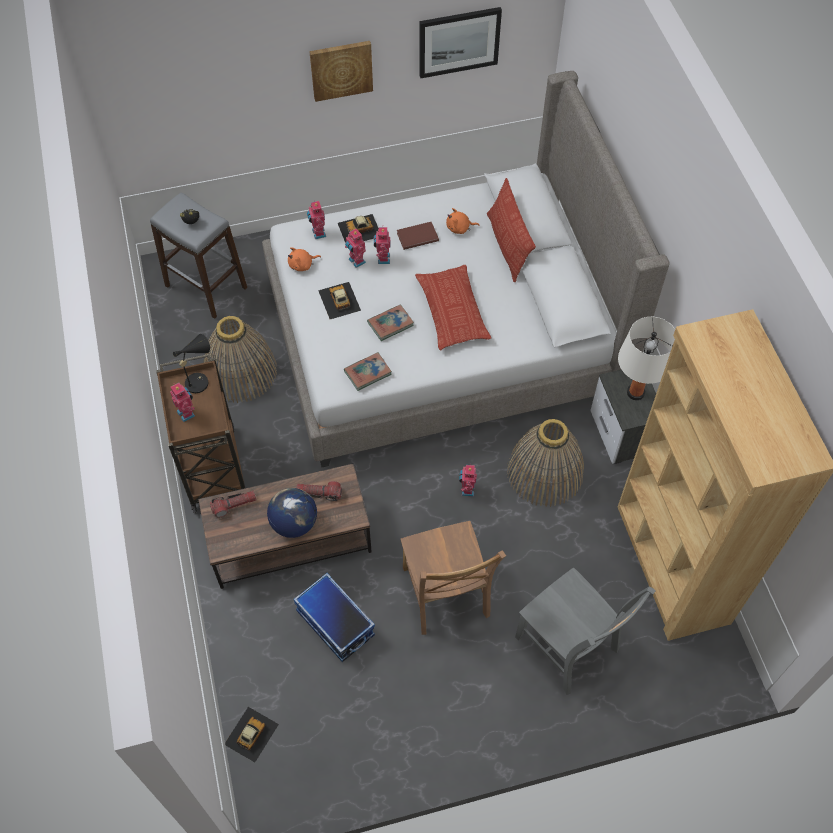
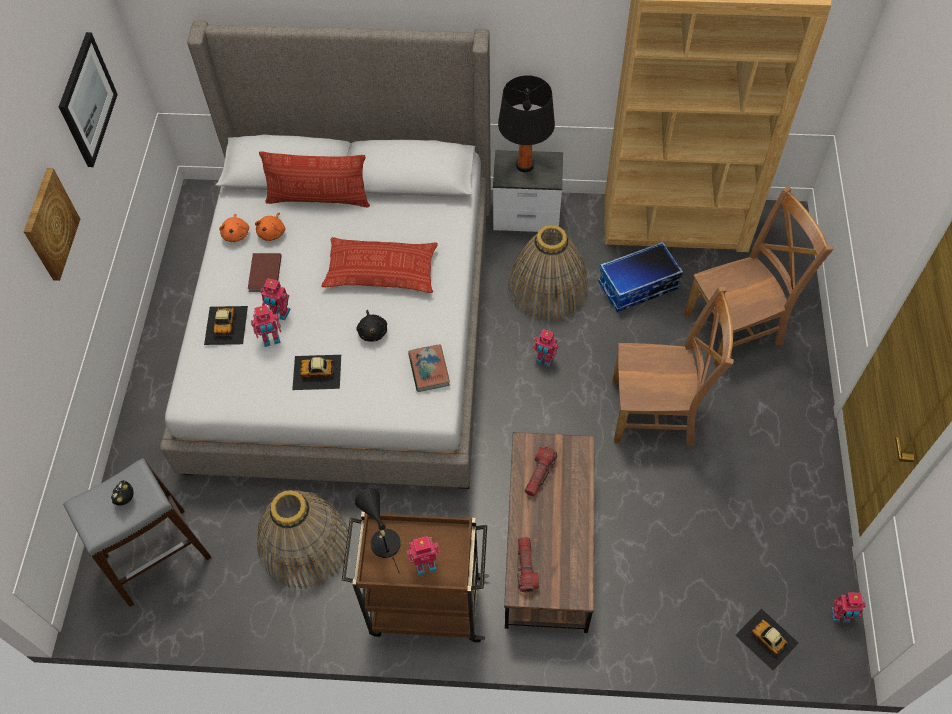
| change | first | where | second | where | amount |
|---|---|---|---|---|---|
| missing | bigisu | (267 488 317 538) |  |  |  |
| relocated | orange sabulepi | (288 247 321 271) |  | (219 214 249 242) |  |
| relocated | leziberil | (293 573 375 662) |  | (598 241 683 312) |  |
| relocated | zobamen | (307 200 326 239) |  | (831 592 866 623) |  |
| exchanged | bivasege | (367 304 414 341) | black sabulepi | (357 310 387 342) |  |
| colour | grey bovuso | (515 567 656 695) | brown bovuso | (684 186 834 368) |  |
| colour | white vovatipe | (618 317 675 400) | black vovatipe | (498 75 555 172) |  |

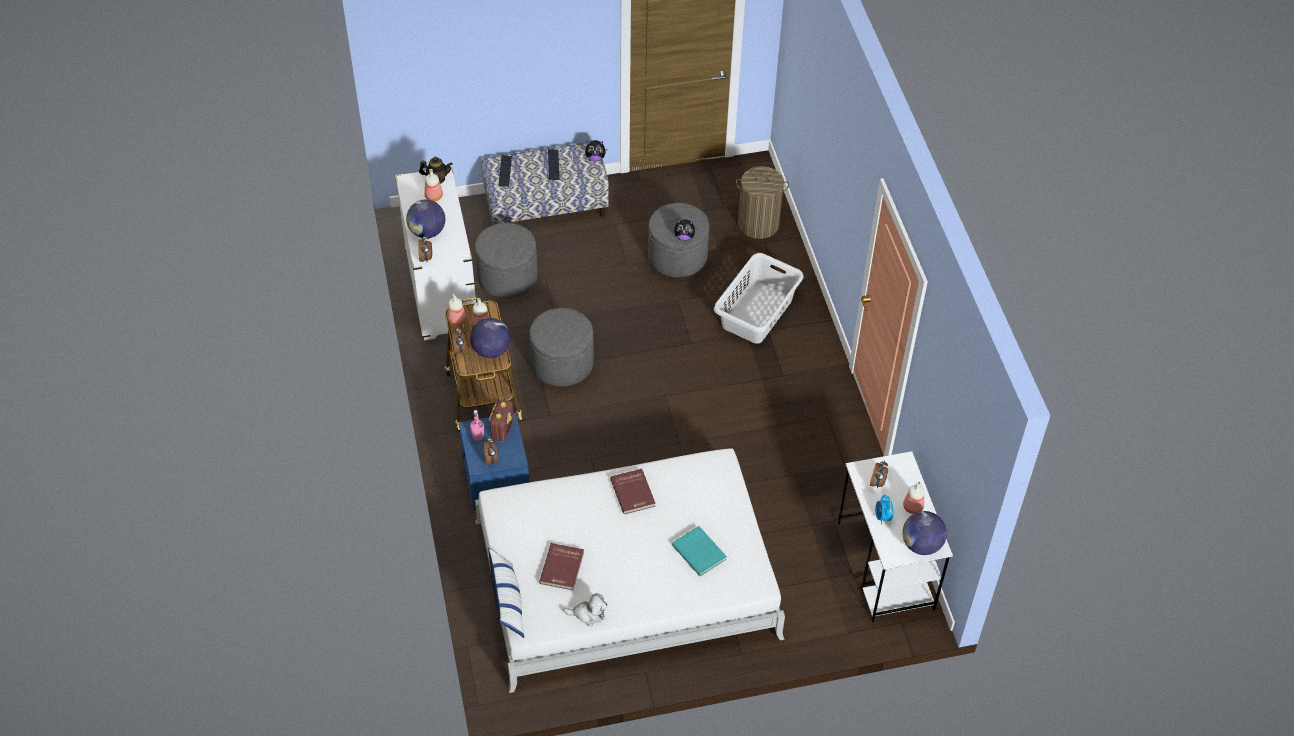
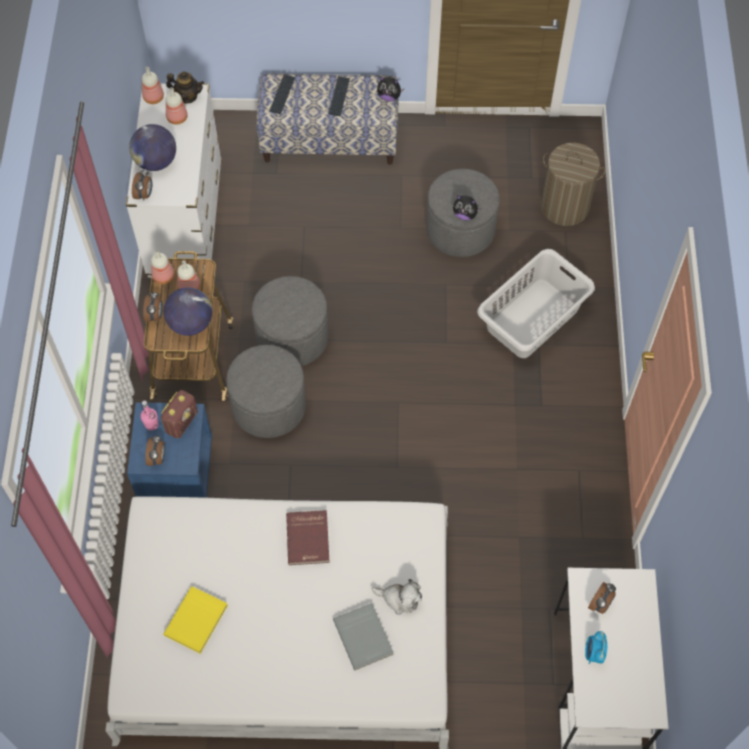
| change | first | where | second | where | amount |
|---|---|---|---|---|---|
| missing | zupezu | (488 548 524 638) |  |  |  |
| missing | bigisu | (902 511 947 555) |  |  |  |
| relocated | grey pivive | (475 223 538 298) |  | (226 345 306 438) |  |
| relocated | sabulepi | (563 593 607 626) |  | (371 579 422 615) |  |
| relocated | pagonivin | (903 482 924 514) |  | (142 67 164 104) |  |
| colour | red bivasege | (539 543 584 590) | yellow bivasege | (163 586 228 654) |  |
| colour | turquoise bivasege | (672 526 727 576) | grey bivasege | (333 603 394 670) |  |

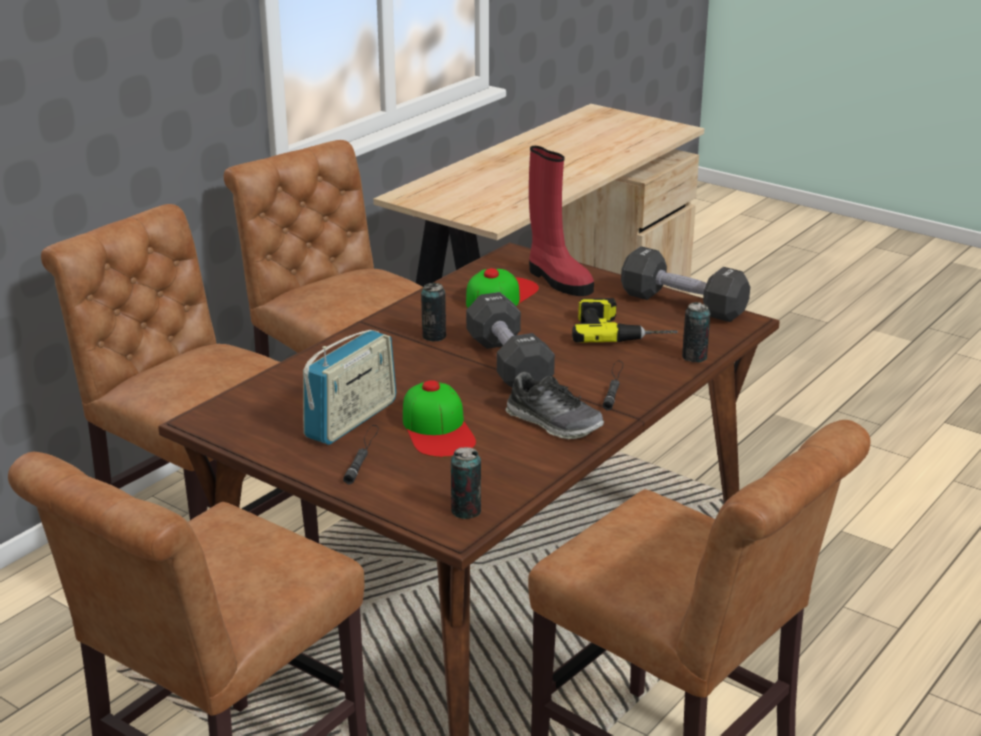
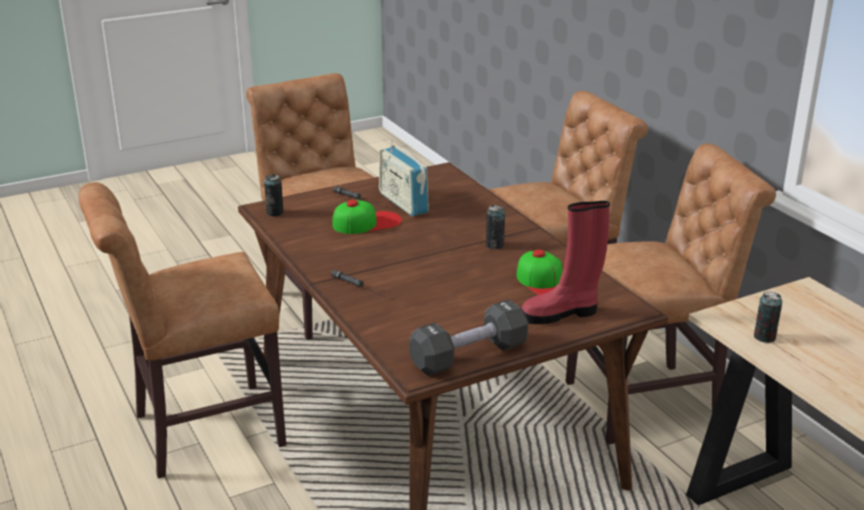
| change | first | where | second | where | amount |
|---|---|---|---|---|---|
| missing | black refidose | (466 292 555 388) |  |  |  |
| missing | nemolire | (506 372 605 439) |  |  |  |
| missing | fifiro | (572 298 678 343) |  |  |  |
| relocated | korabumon | (682 302 710 362) |  | (754 292 782 343) |  |
| spun | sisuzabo | (403 380 476 457) |  | (332 199 402 234) | 150 degrees clockwise |

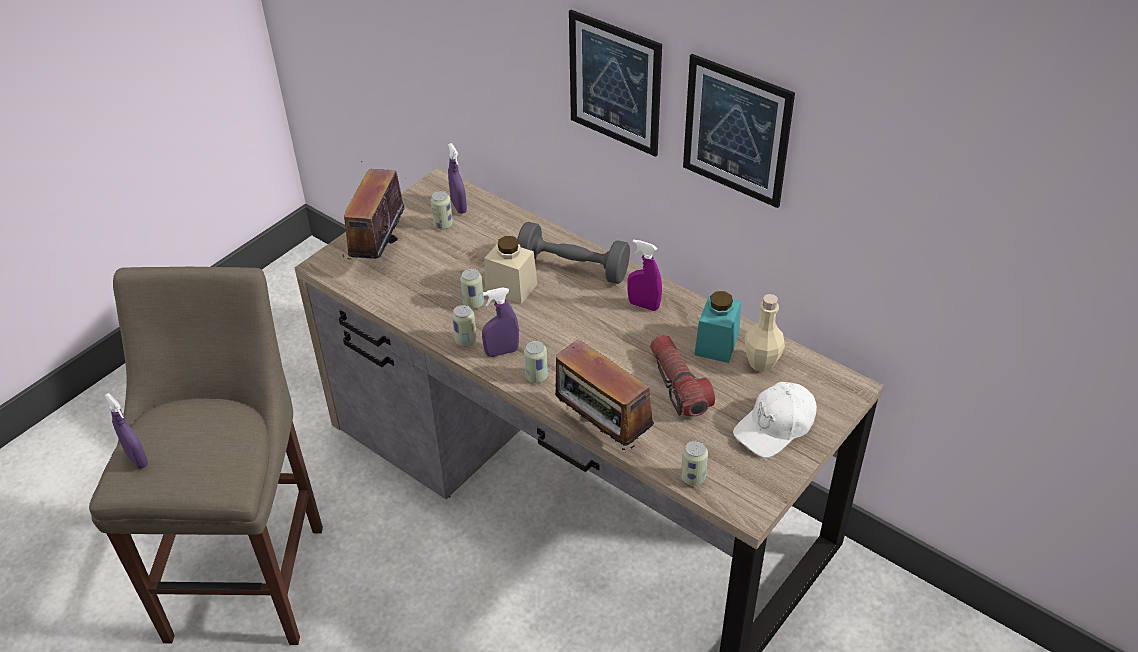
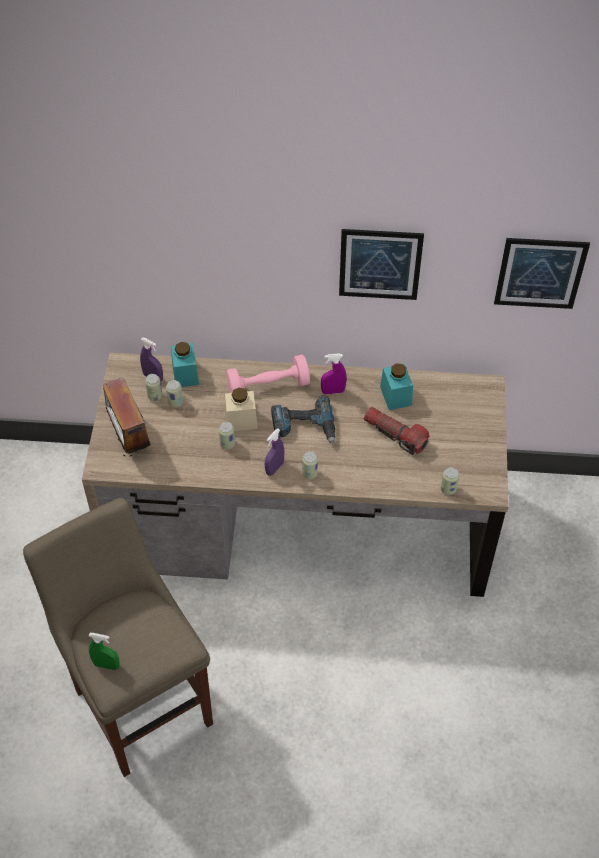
| change | first | where | second | where | amount |
|---|---|---|---|---|---|
| missing | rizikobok | (555 339 654 450) |  |  |  |
| missing | white sisuzabo | (733 382 817 458) |  |  |  |
| missing | beige pagonivin | (744 294 785 372) |  |  |  |
| appeared |  |  | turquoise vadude | (171 342 199 387) |  |
| appeared |  |  | fifiro | (271 395 335 444) |  |
| relocated | korabumon | (452 305 477 346) |  | (166 380 183 407) |  |
| relocated | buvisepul | (569 10 662 157) |  | (494 238 590 309) |  |
| colour | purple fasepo | (104 393 148 468) | green fasepo | (89 633 120 670) |  |
| colour | grey refidose | (517 222 630 284) | pink refidose | (226 355 310 393) |  |

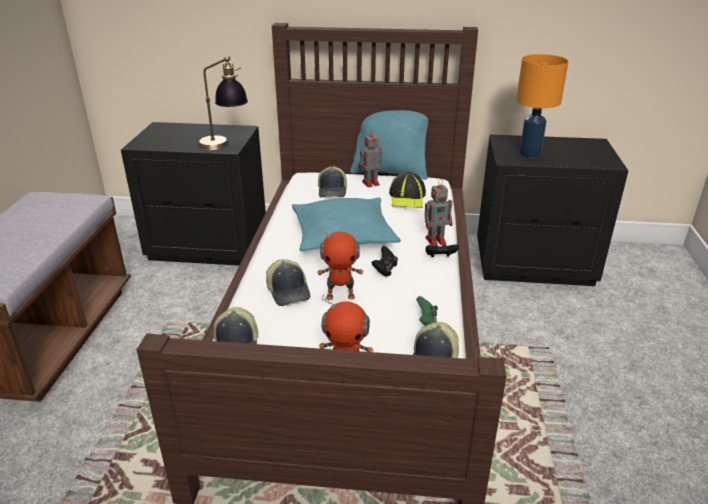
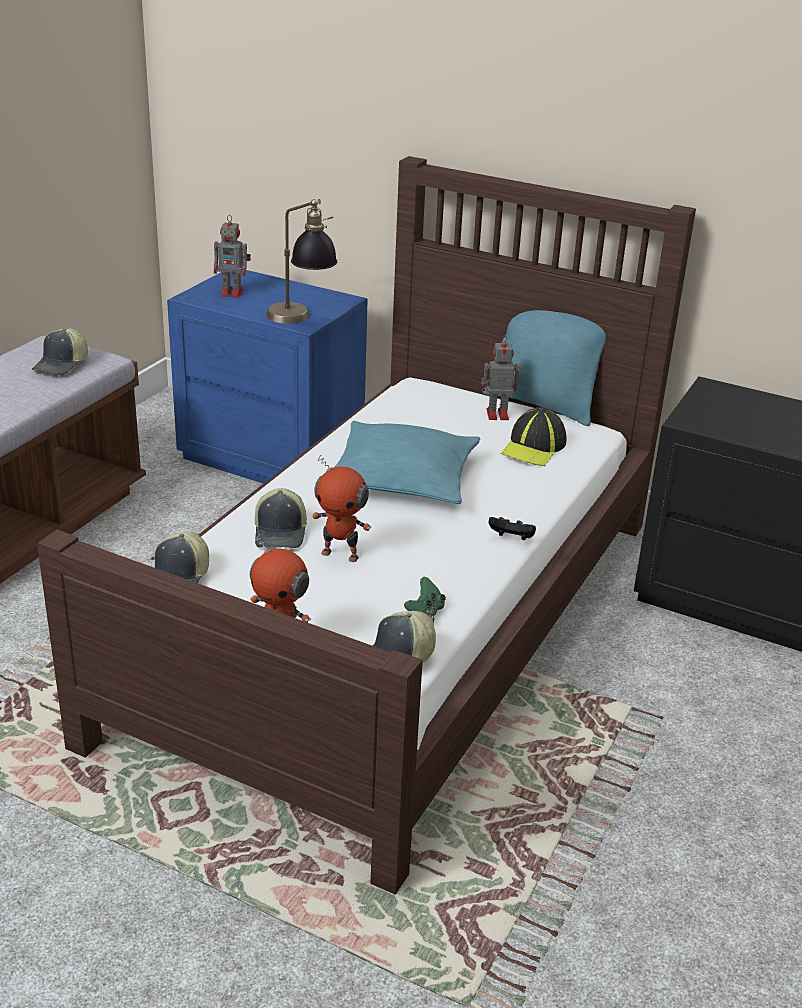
| change | first | where | second | where | amount |
|---|---|---|---|---|---|
| missing | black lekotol | (372 246 398 276) |  |  |  |
| missing | orange vovatipe | (516 54 569 157) |  |  |  |
| relocated | sisuzabo | (318 166 347 197) |  | (32 328 88 375) |  |
| relocated | zobamen | (425 179 453 246) |  | (214 215 251 298) |  |
| colour | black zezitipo | (121 122 266 266) | blue zezitipo | (167 270 368 484) |  |

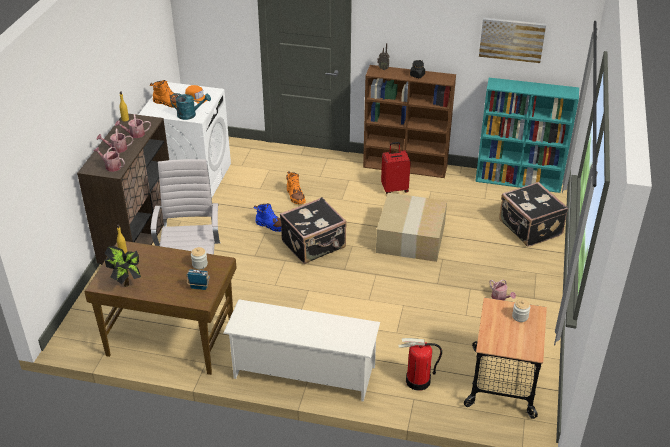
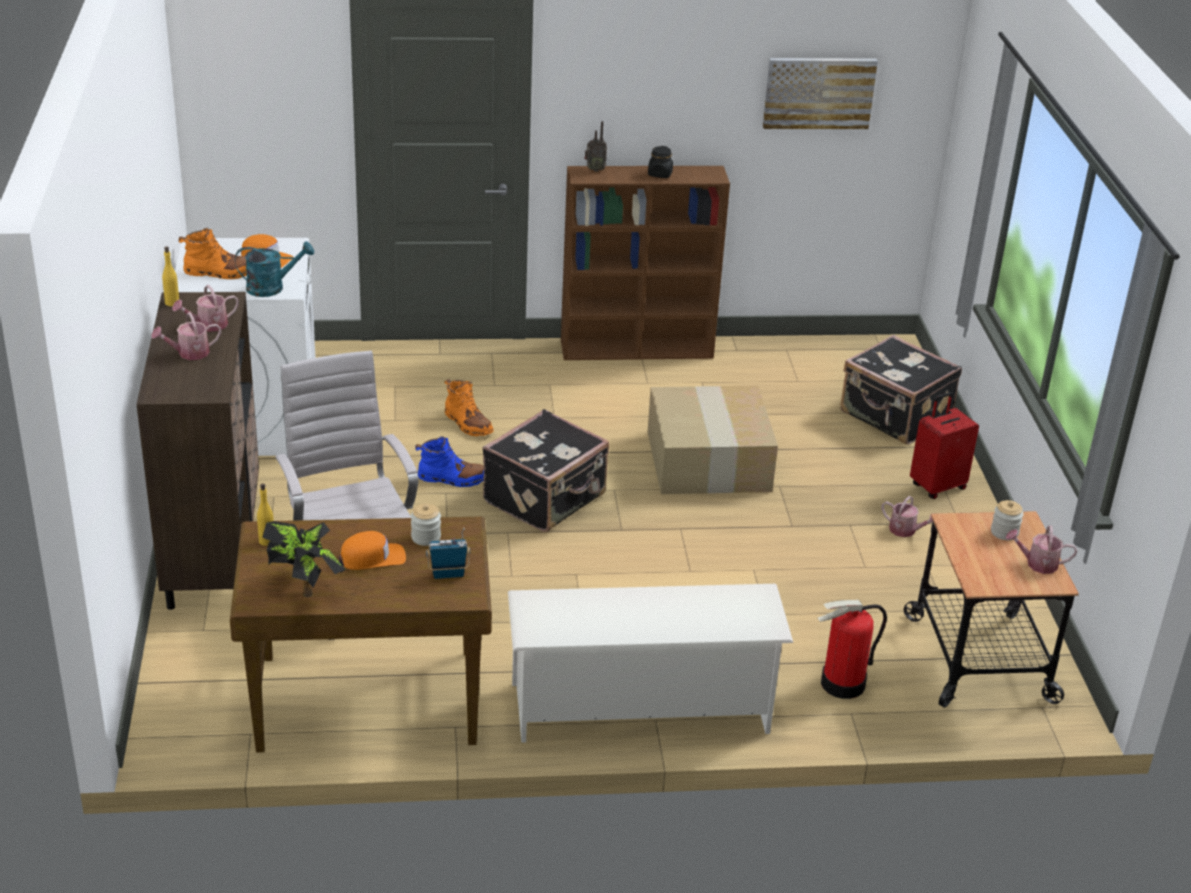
| change | first | where | second | where | amount |
|---|---|---|---|---|---|
| missing | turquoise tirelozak | (475 78 579 193) |  |  |  |
| appeared |  |  | orange sisuzabo | (340 531 406 570) |  |
| relocated | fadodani | (94 147 125 172) |  | (1006 526 1077 574) |  |
| relocated | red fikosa | (381 142 411 194) |  | (910 392 979 499) |  |

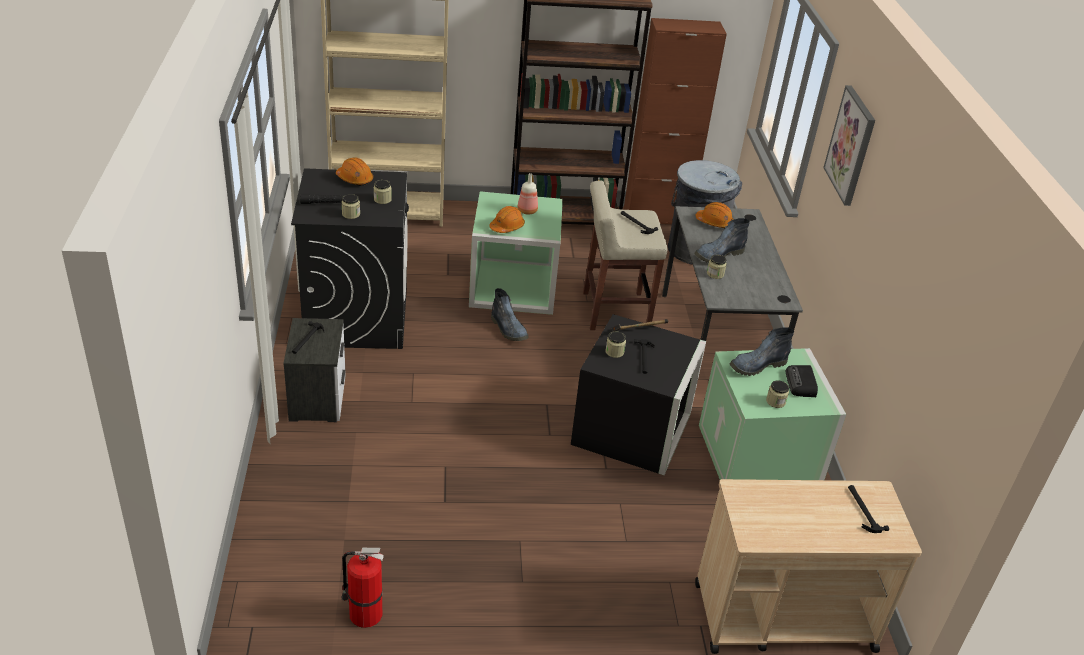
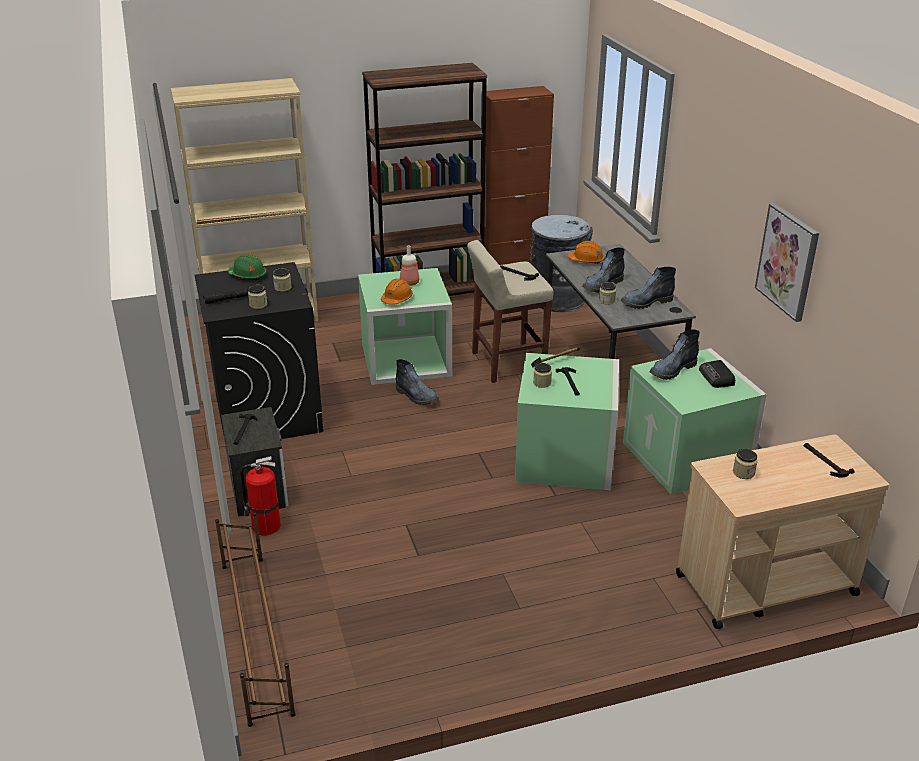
| change | first | where | second | where | amount |
|---|---|---|---|---|---|
| appeared |  |  | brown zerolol | (215 512 296 727) |  |
| appeared |  |  | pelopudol | (621 267 676 309) |  |
| relocated | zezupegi | (341 548 384 628) |  | (240 456 281 535) |  |
| relocated | vadude | (766 380 789 408) |  | (733 449 758 479) |  |
| relocated | buvisepul | (823 85 875 206) |  | (755 203 819 322) |  |
| colour | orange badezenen | (336 157 373 186) | green badezenen | (228 254 267 280) |  |
| colour | black leziberil | (571 314 706 475) | green leziberil | (515 353 619 490) |  |

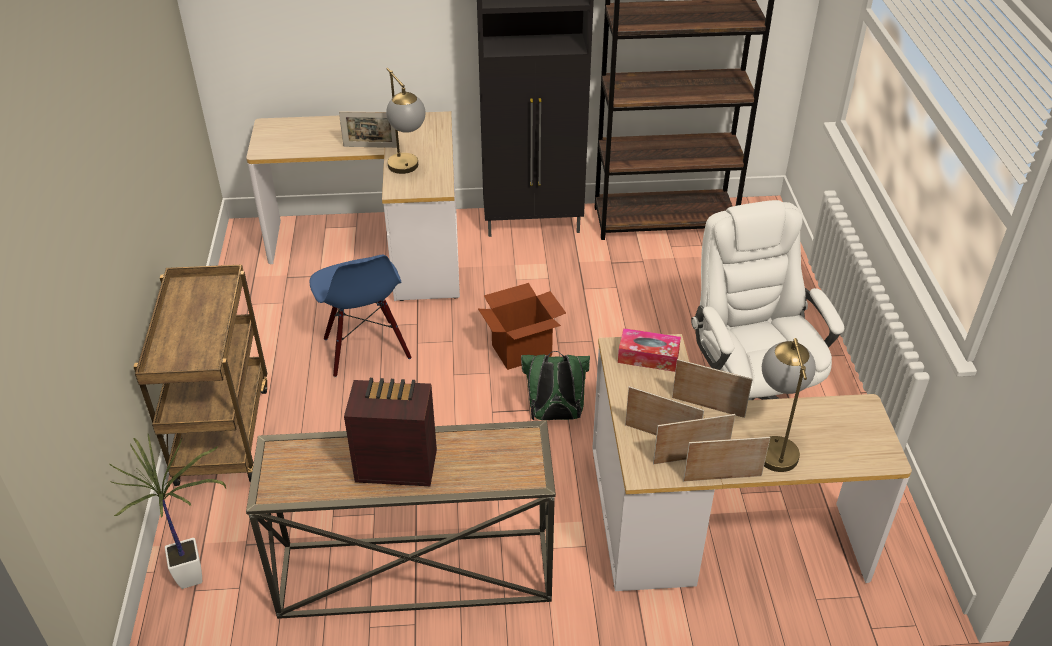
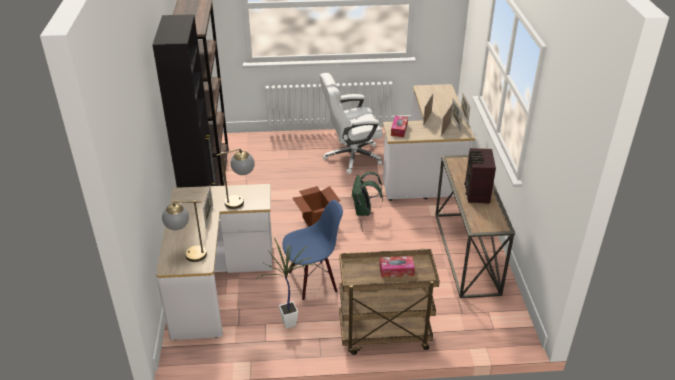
| change | first | where | second | where | amount |
|---|---|---|---|---|---|
| appeared |  |  | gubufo | (379 256 415 277) |  |
| relocated | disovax | (110 434 226 589) |  | (255 238 316 329) |  |
| relocated | vovatipe | (762 338 816 472) |  | (162 200 207 262) |  |

